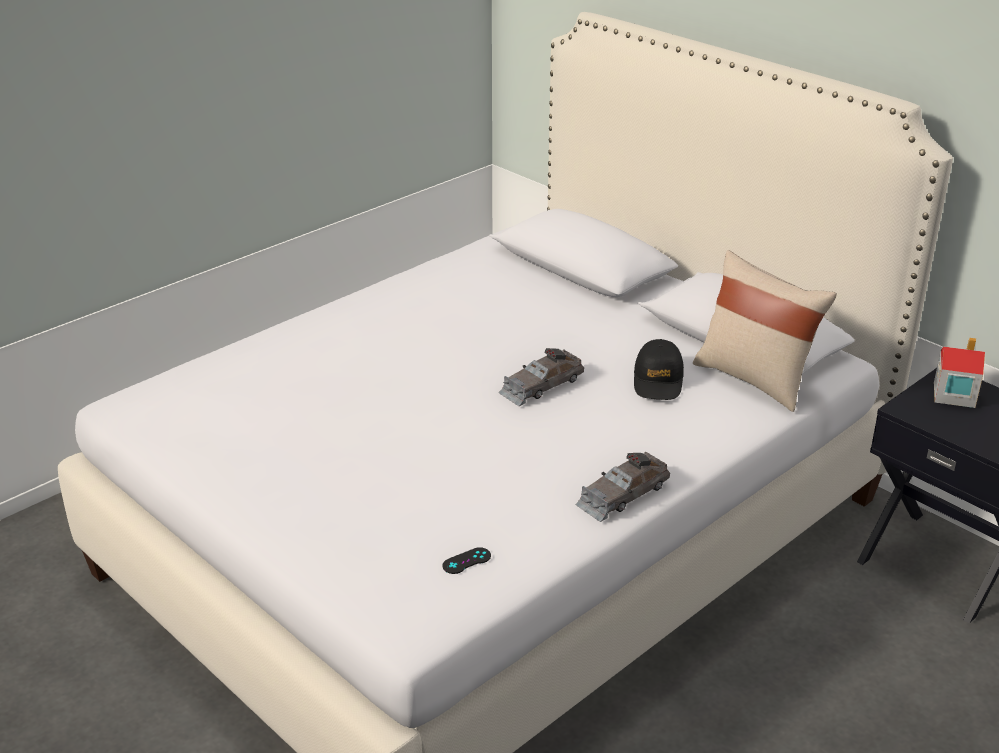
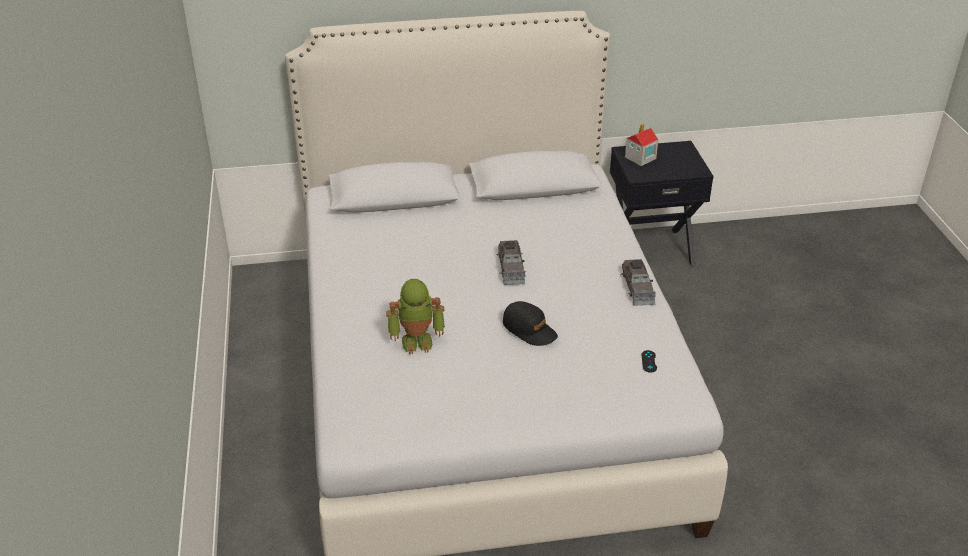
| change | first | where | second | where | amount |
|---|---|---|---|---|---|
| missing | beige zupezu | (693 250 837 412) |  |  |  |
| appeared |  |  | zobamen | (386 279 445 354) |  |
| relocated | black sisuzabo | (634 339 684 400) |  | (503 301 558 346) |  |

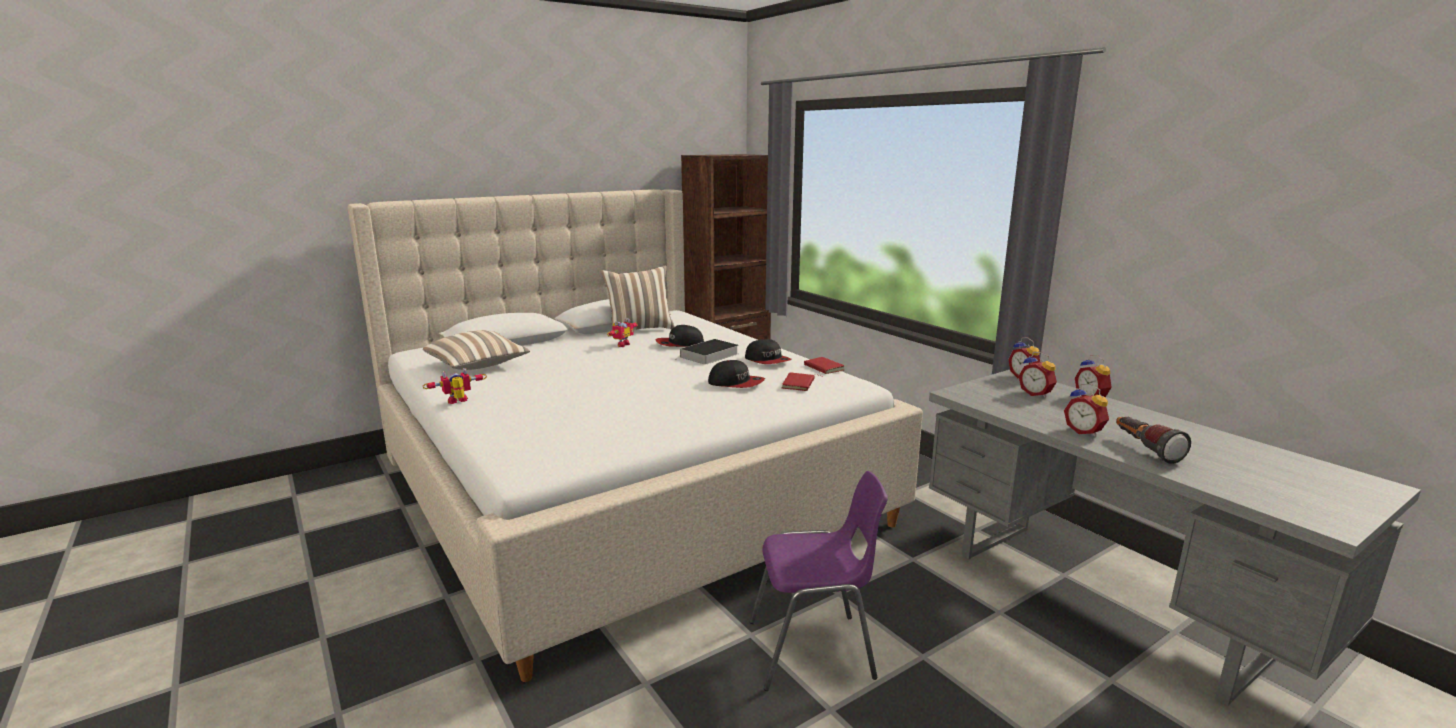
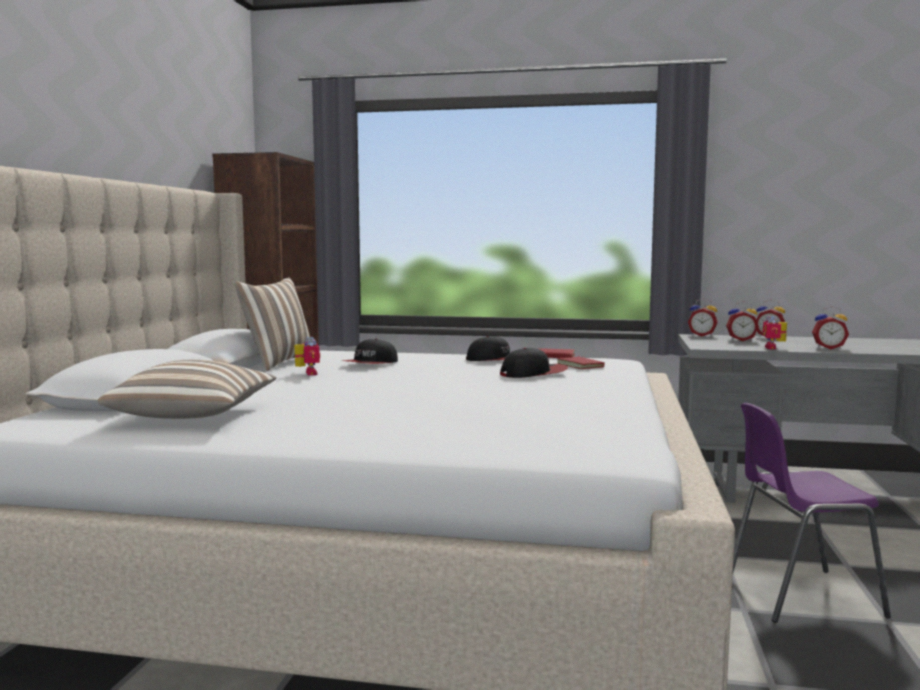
| change | first | where | second | where | amount |
|---|---|---|---|---|---|
| missing | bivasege | (676 339 739 365) |  |  |  |
| missing | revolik | (1116 417 1191 464) |  |  |  |
| relocated | zobamen | (423 368 487 404) |  | (762 316 787 349) |  |
| spun | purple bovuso | (750 471 888 691) |  | (733 403 891 623) | 135 degrees counterclockwise |

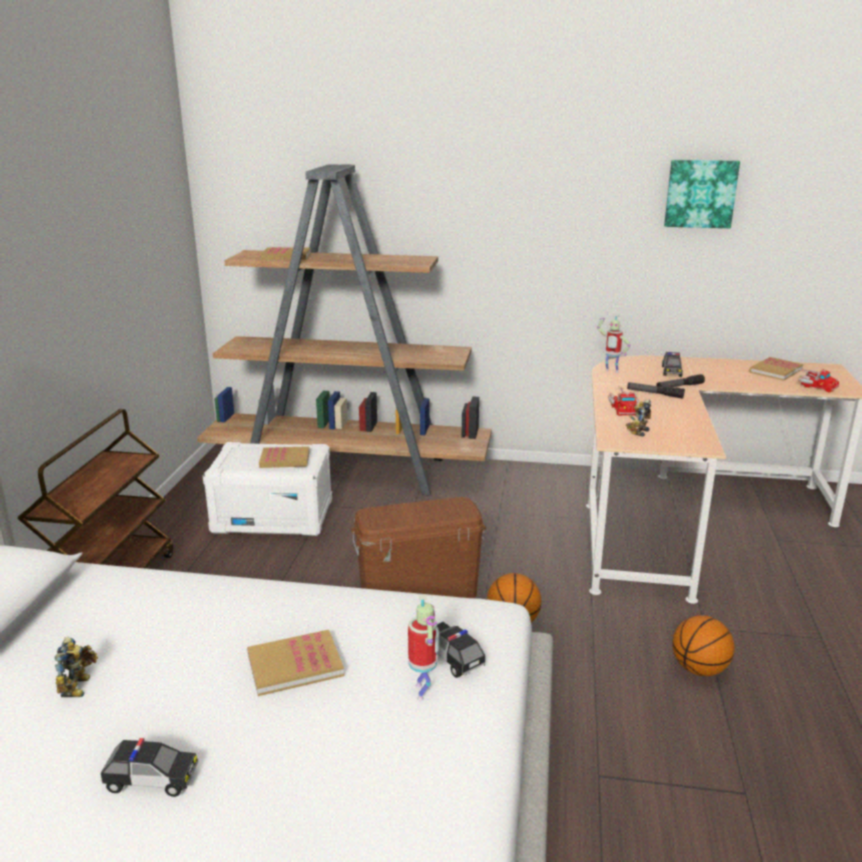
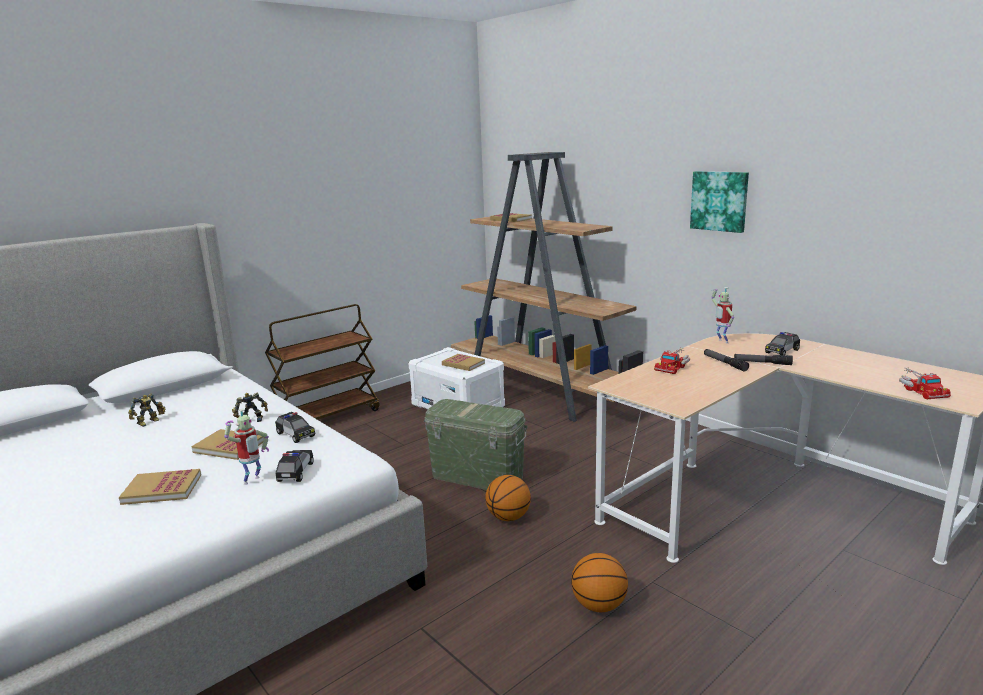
| change | first | where | second | where | amount |
|---|---|---|---|---|---|
| relocated | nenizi | (101 738 198 797) |  | (275 412 316 443) |  |
| relocated | zobamen | (626 399 651 437) |  | (232 393 268 422) |  |
| relocated | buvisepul | (664 160 740 228) |  | (690 171 749 233) |  |
| relocated | bivasege | (749 357 803 381) |  | (119 469 201 505) |  |
| colour | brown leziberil | (351 497 486 598) | green leziberil | (424 399 528 490) |  |

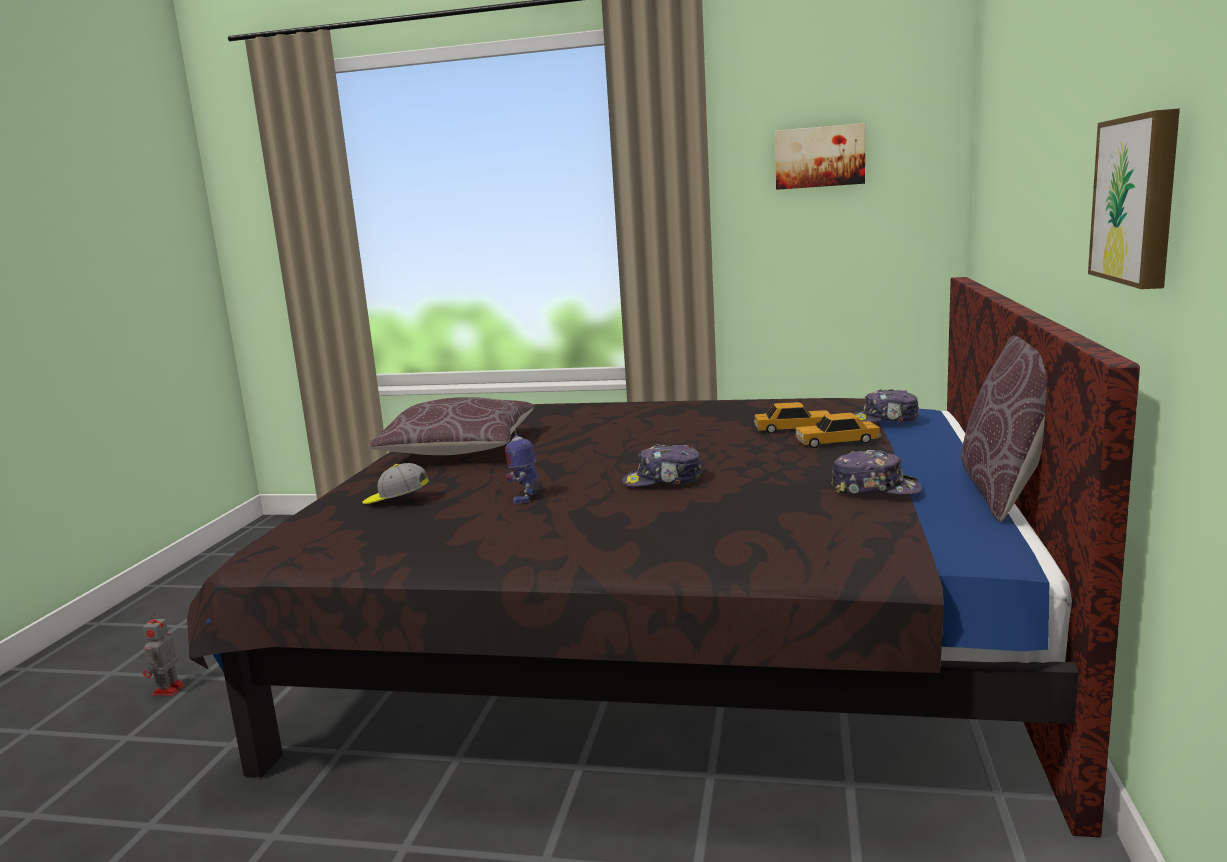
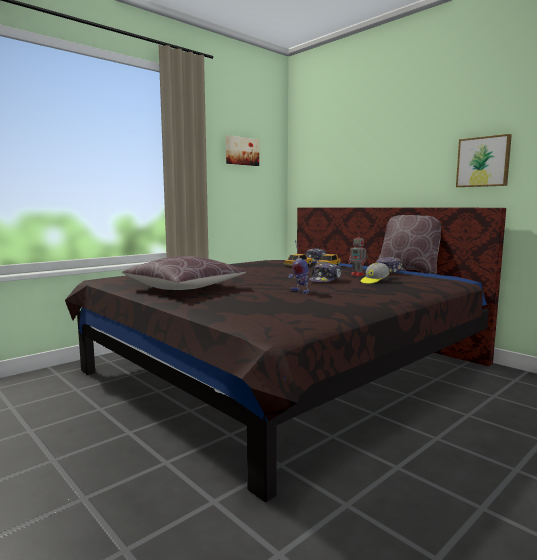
| change | first | where | second | where | amount |
|---|---|---|---|---|---|
| relocated | zobamen | (143 612 185 696) |  | (348 233 368 276) |  |
| relocated | sisuzabo | (362 463 429 504) |  | (361 263 389 284) |  |

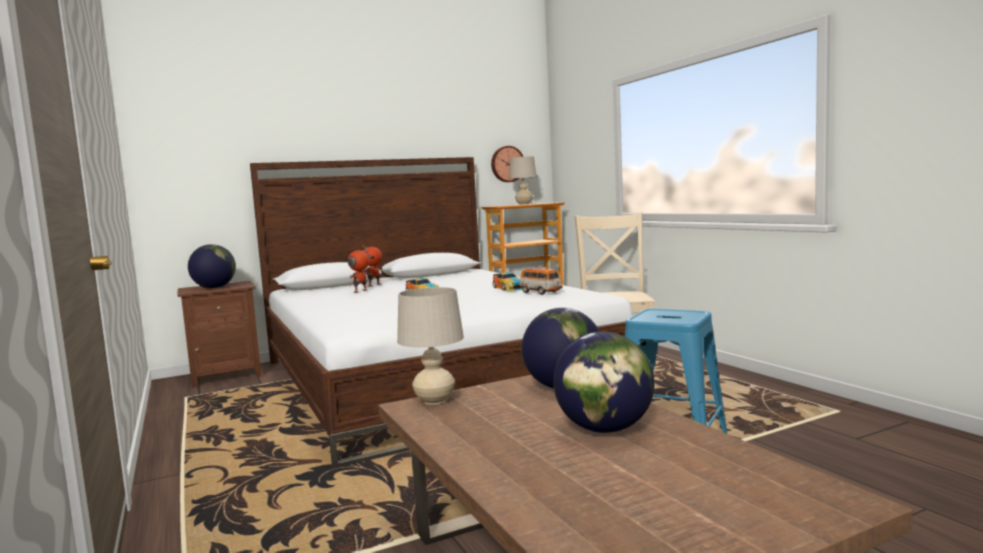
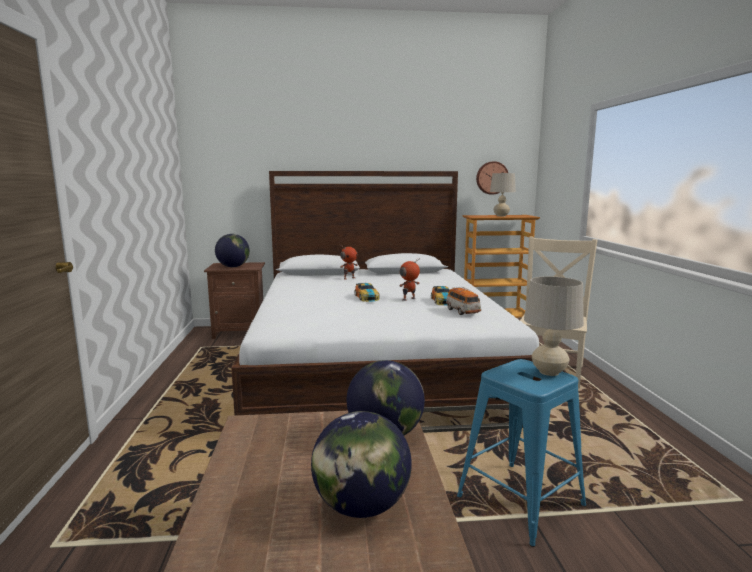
| change | first | where | second | where | amount |
|---|---|---|---|---|---|
| relocated | zobamen | (348 247 370 293) |  | (399 258 420 301) |  |
| relocated | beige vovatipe | (397 287 464 405) |  | (524 276 584 376) |  |

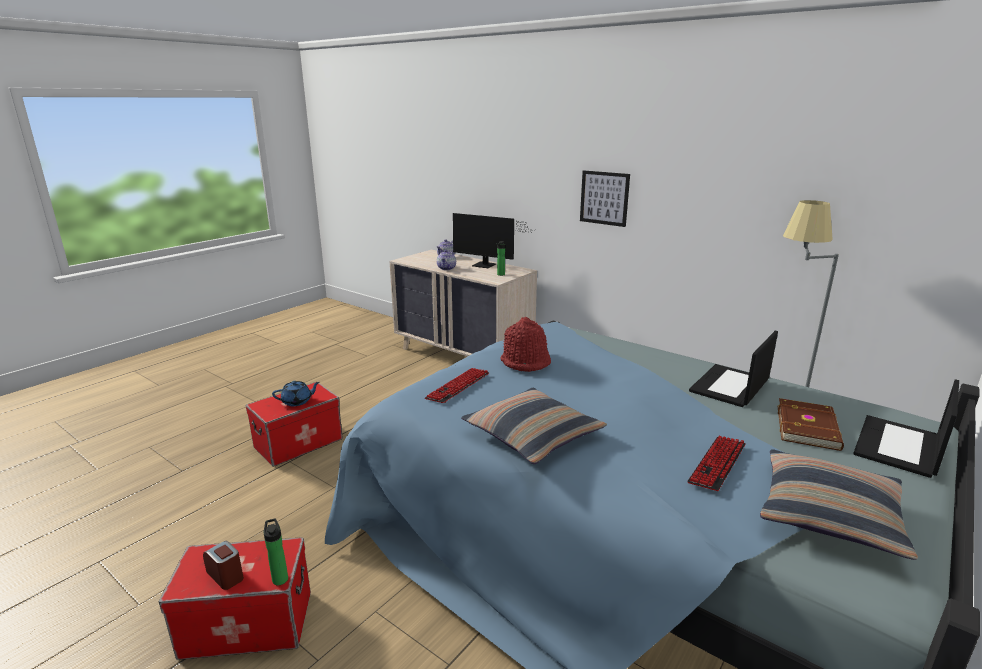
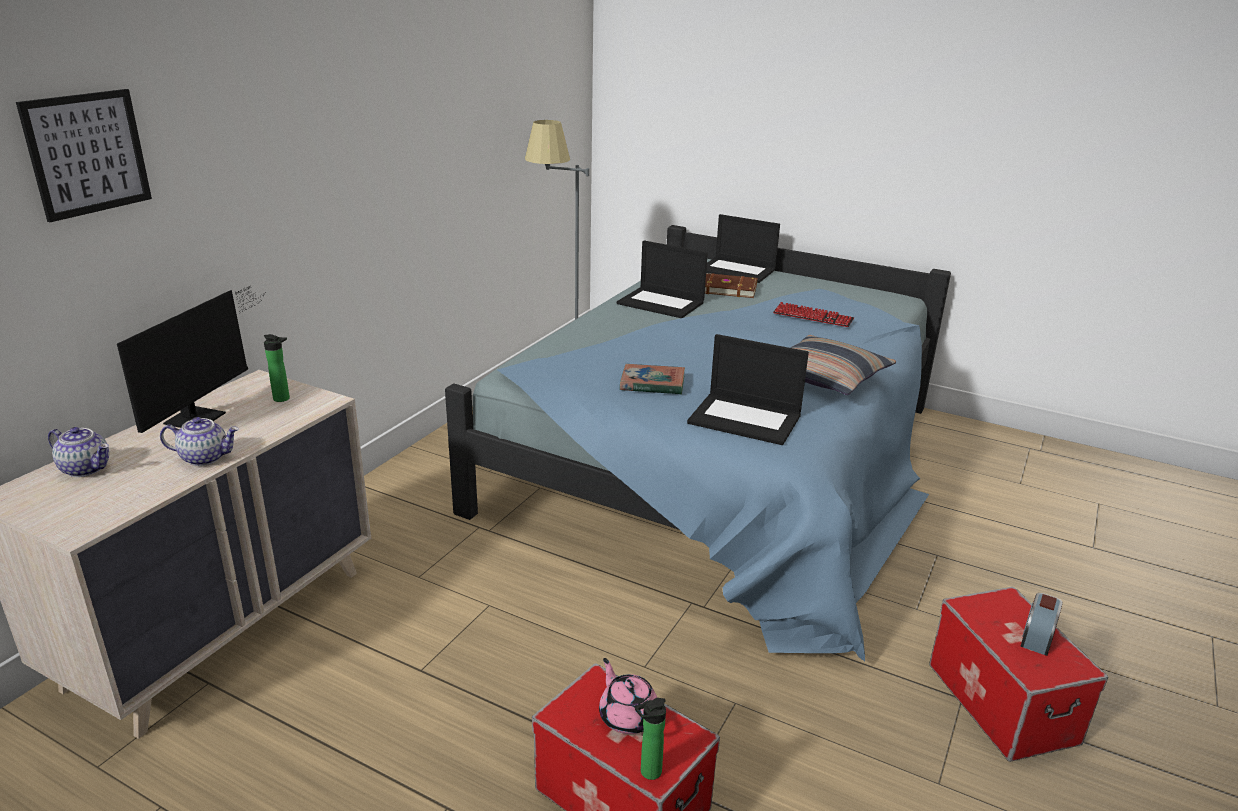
| change | first | where | second | where | amount |
|---|---|---|---|---|---|
| missing | zupezu | (760 449 918 560) |  |  |  |
| relocated | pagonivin | (263 518 288 585) |  | (635 698 666 780) |  |
| relocated | buvisepul | (580 170 630 227) |  | (16 89 152 222) |  |
| exchanged | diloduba | (425 368 489 403) | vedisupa | (687 334 809 445) |  |
| exchanged | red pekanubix | (500 317 551 372) | bivasege | (620 364 685 395) |  |
| colour | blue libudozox | (272 381 320 406) | pink libudozox | (599 658 657 734) |  |

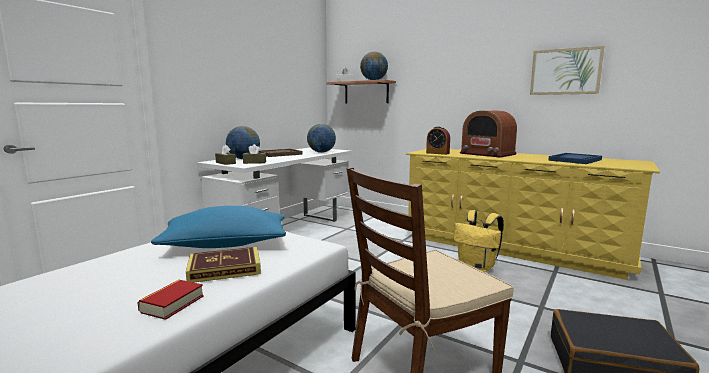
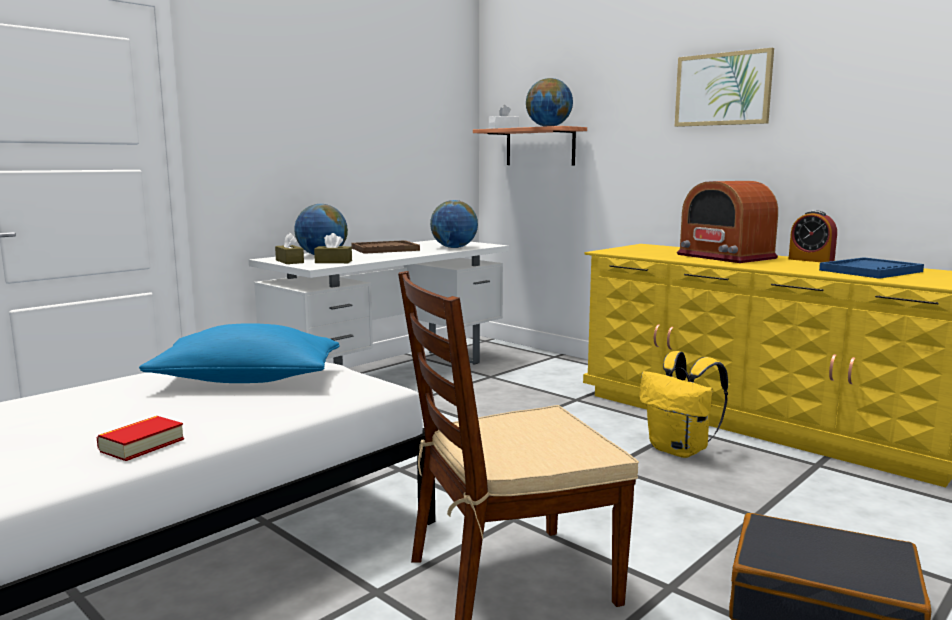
| change | first | where | second | where | amount |
|---|---|---|---|---|---|
| missing | bivasege | (186 247 261 282) |  |  |  |
| relocated | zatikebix | (426 126 450 155) |  | (789 210 837 262) |  |
| relocated | buvisepul | (530 46 605 95) |  | (675 48 774 127) |  |

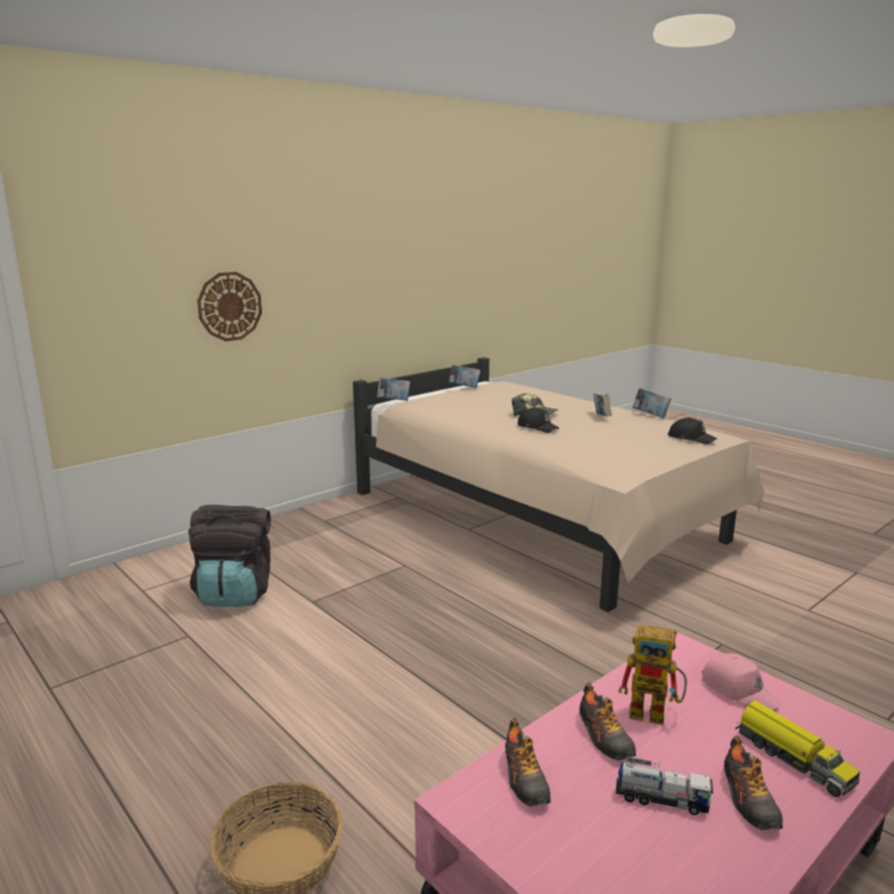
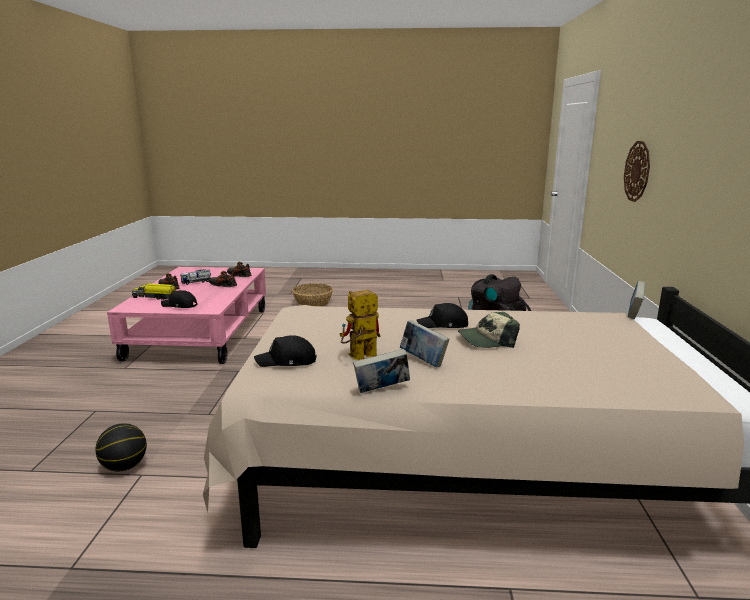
| change | first | where | second | where | amount |
|---|---|---|---|---|---|
| missing | bivasege | (449 364 481 388) |  |  |  |
| appeared |  |  | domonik | (95 423 147 471) |  |
| relocated | zobamen | (618 625 687 725) |  | (340 290 381 360) |  |
| colour | pink sisuzabo | (702 653 781 710) | black sisuzabo | (161 290 198 308) |  |

